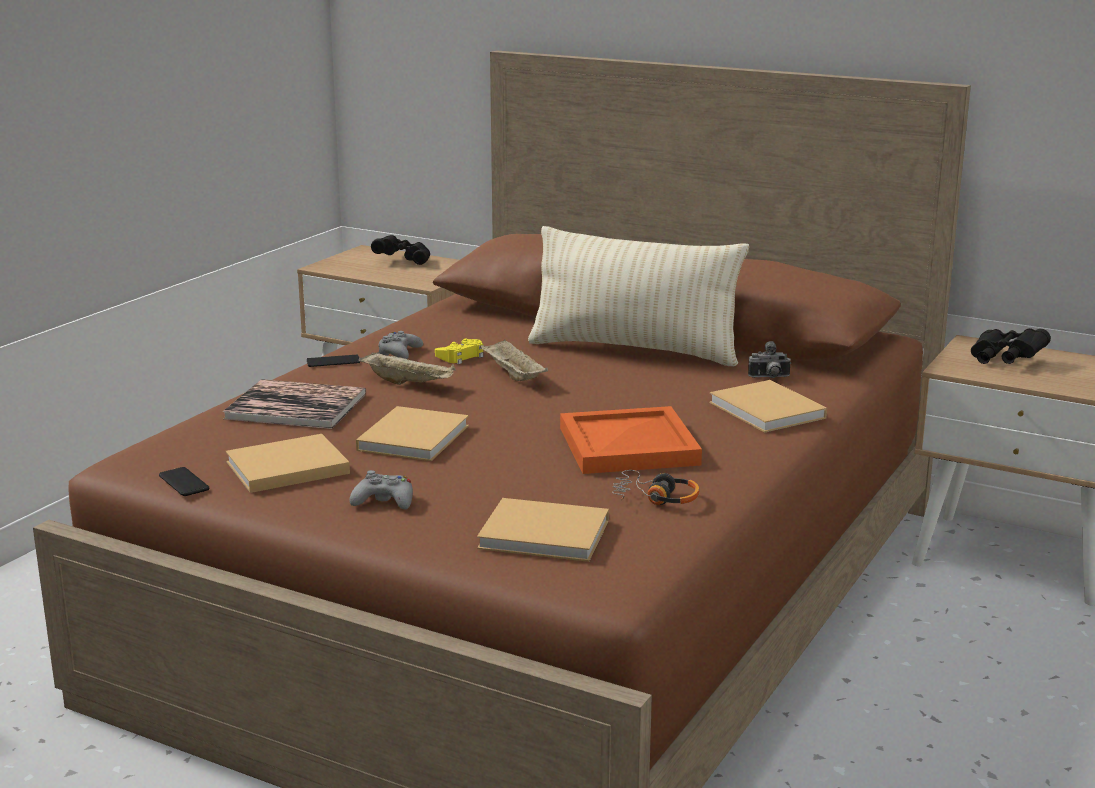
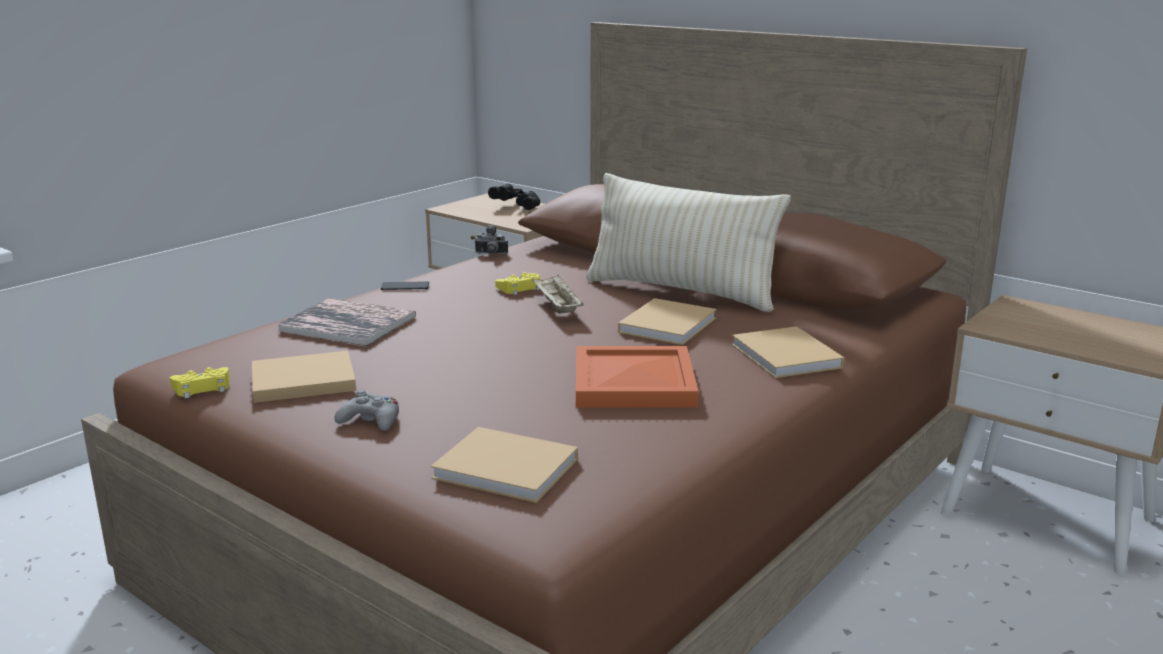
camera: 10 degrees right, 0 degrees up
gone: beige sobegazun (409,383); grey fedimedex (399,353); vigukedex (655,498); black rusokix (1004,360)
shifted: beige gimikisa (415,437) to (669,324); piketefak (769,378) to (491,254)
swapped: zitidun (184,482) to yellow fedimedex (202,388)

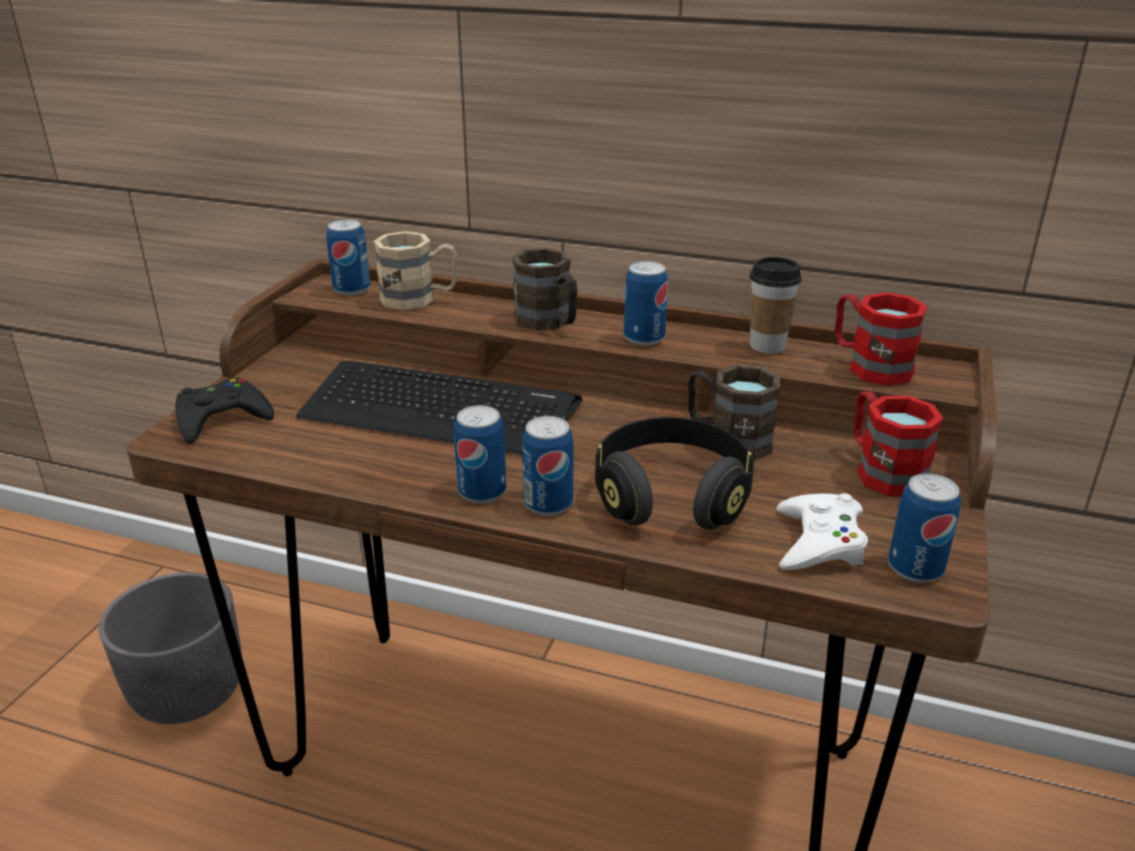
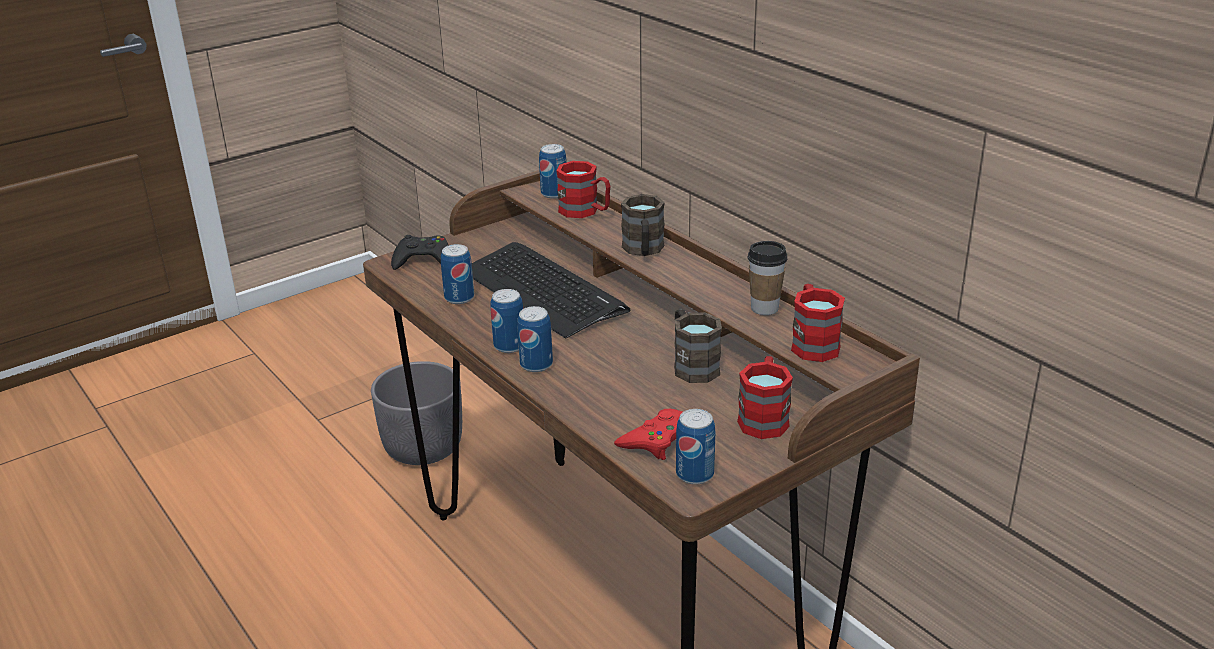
camera: 35 degrees right, 0 degrees up
gone: black vigukedex (671,497)
shifted: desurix (644,338) to (459,298)
repainted: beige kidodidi (419,299) to red kidodidi (585,211); white fedimedex (818,542) to red fedimedex (658,440)

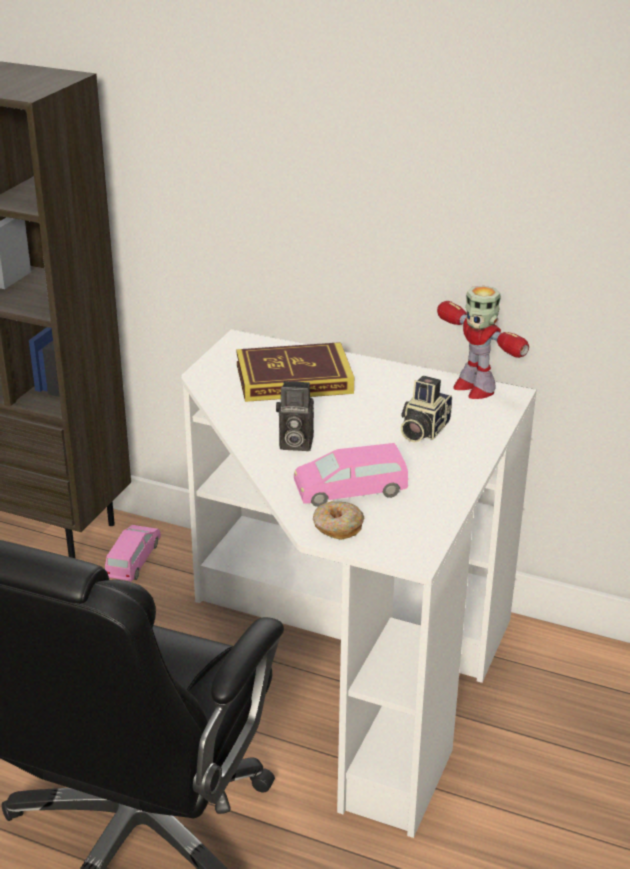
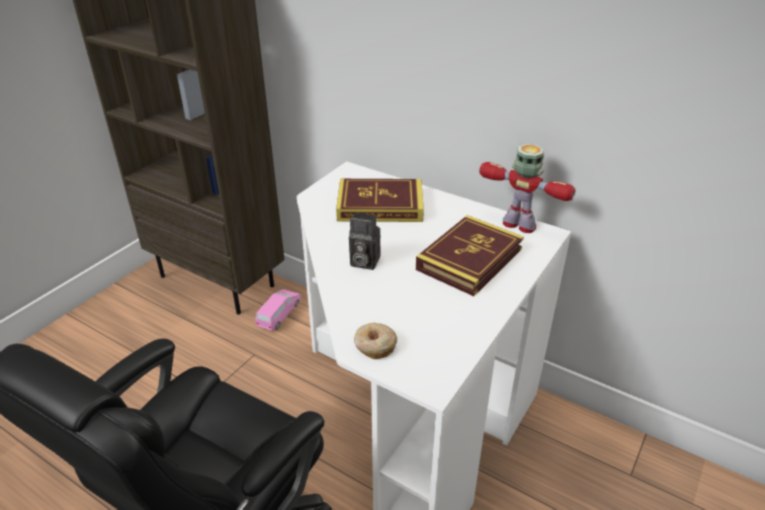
camera: 10 degrees right, 5 degrees up
gone: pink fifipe (350,491)
swapped: piketefak (422,430) to gimikisa (469,259)
rotated: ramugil (474,388) = (520,225) 150 degrees clockwise

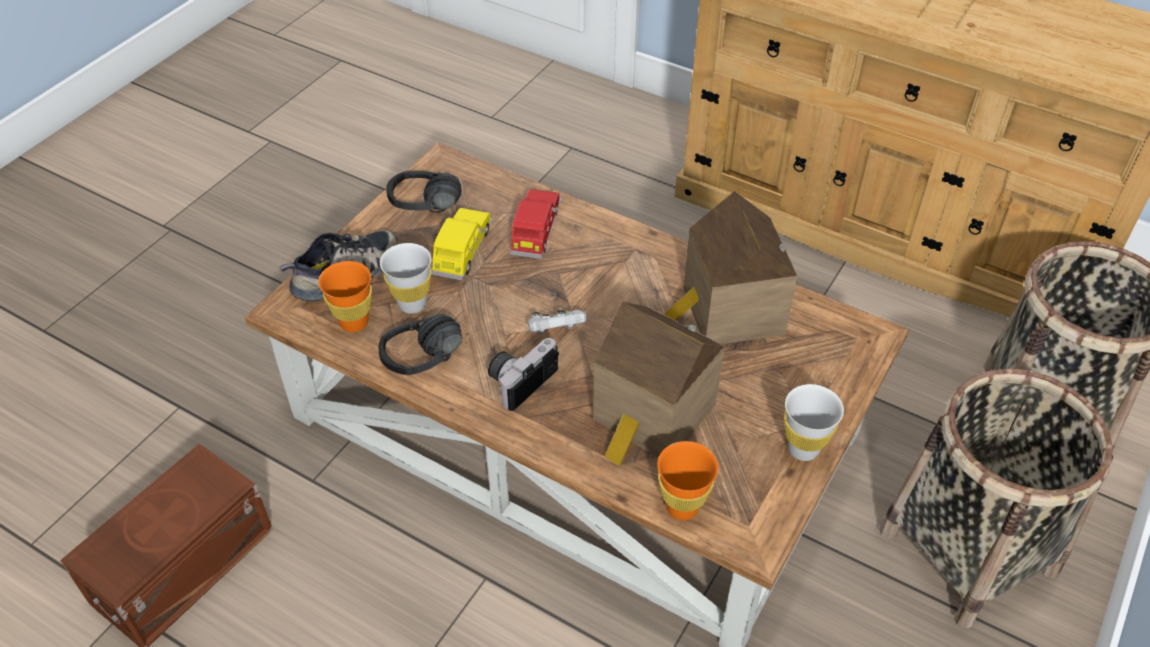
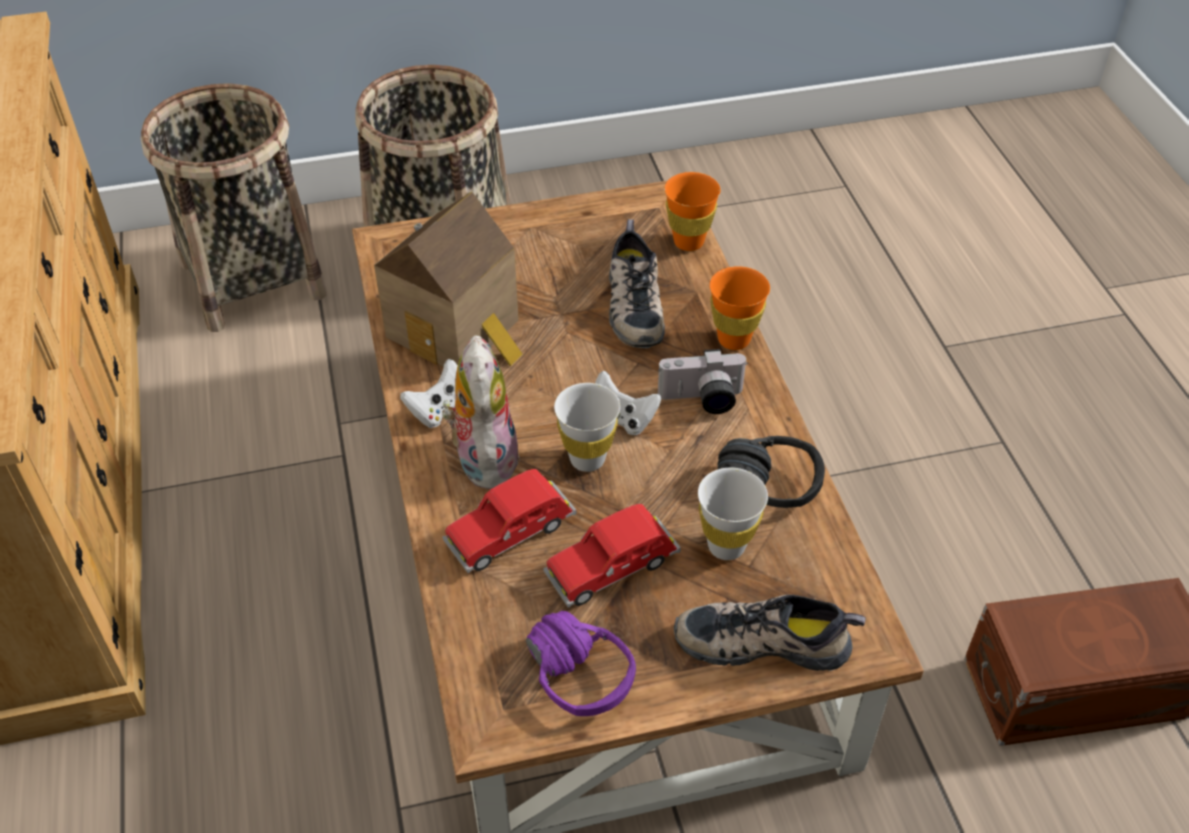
camera: 135 degrees left, 0 degrees up
new: white fedimedex (440,409); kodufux (483,458)
shifted: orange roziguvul (354,322) to (734,339); white roziguvul (803,449) to (587,459)
swapped: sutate (652,416) to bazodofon (632,303)
repainted: black vigukedex (424,210) to purple vigukedex (593,664); yellow fifipe (462,253) to red fifipe (612,568)

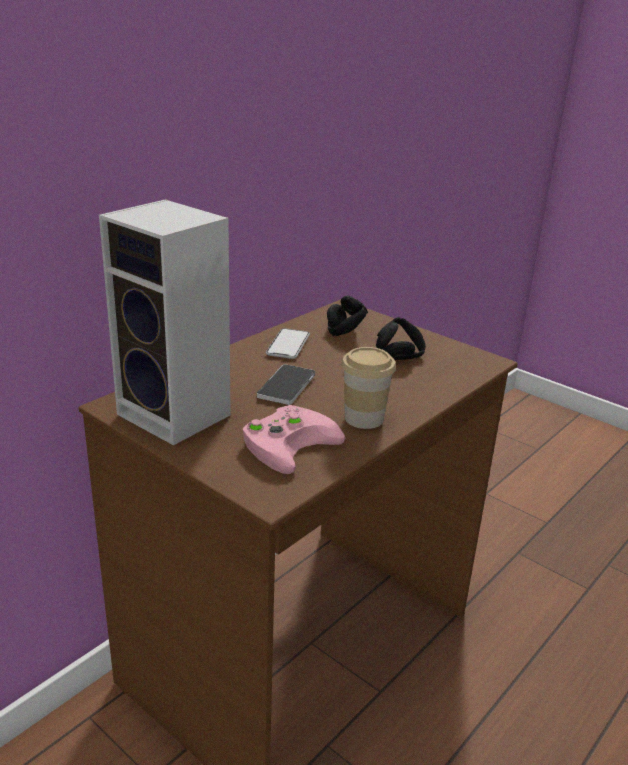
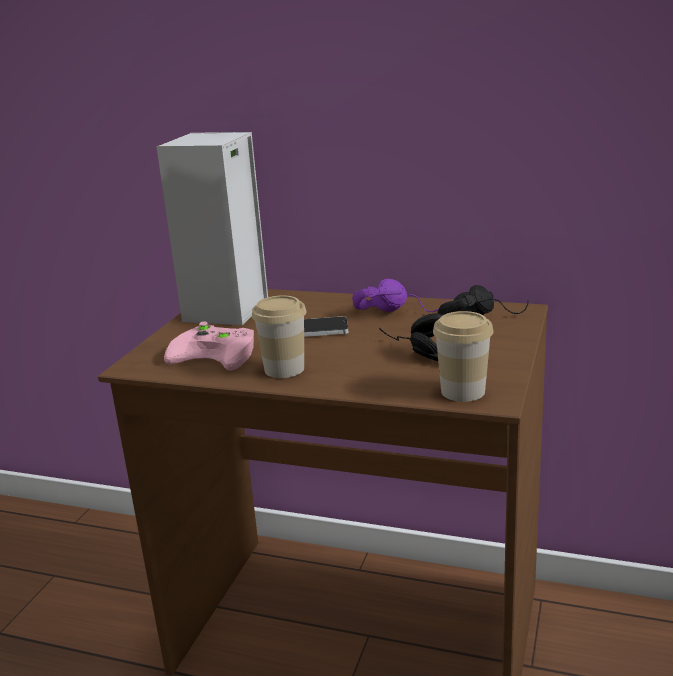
camera: 70 degrees right, 5 degrees down
new: roziguvul (463,391)
swapped: zitidun (288,345) to purple vigukedex (397,311)

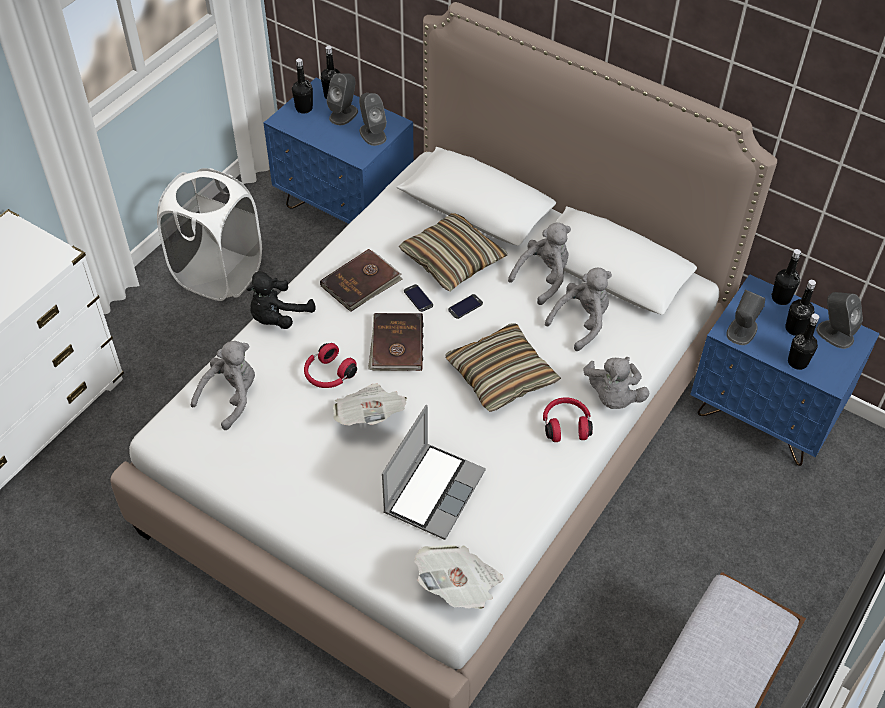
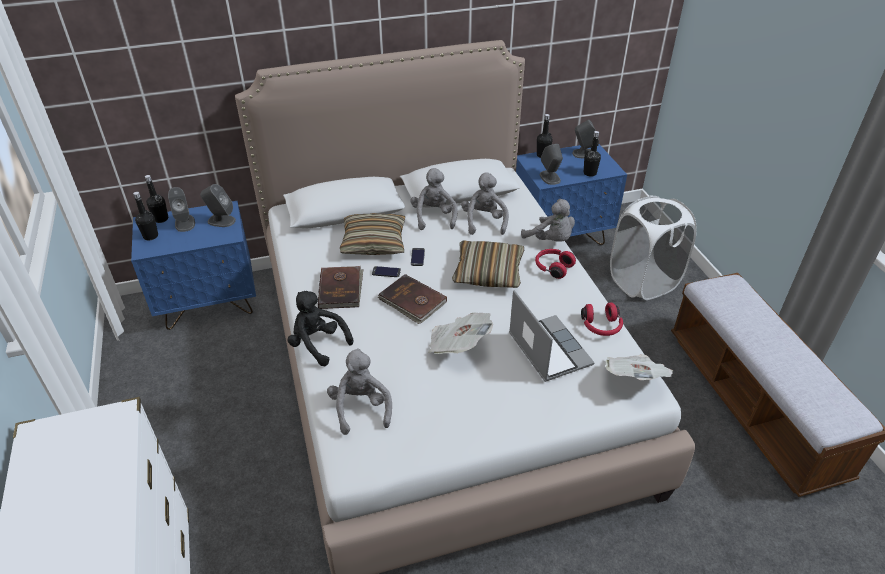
camera: 50 degrees left, 10 degrees down
gone: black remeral (795,328)
shifted: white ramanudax (218,274) to (643,282); red vigukedex (328,375) to (601,327)
rotated: black kodufux (278,317) = (318,344) 135 degrees clockwise

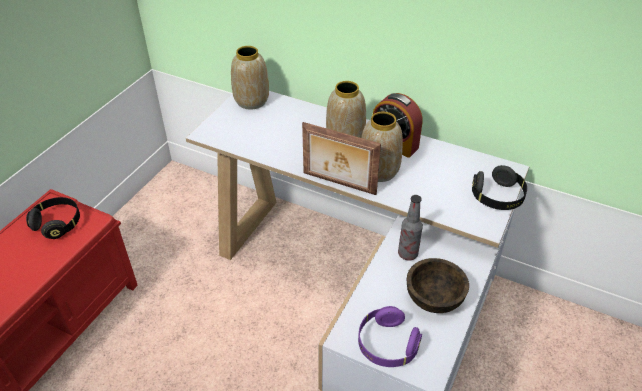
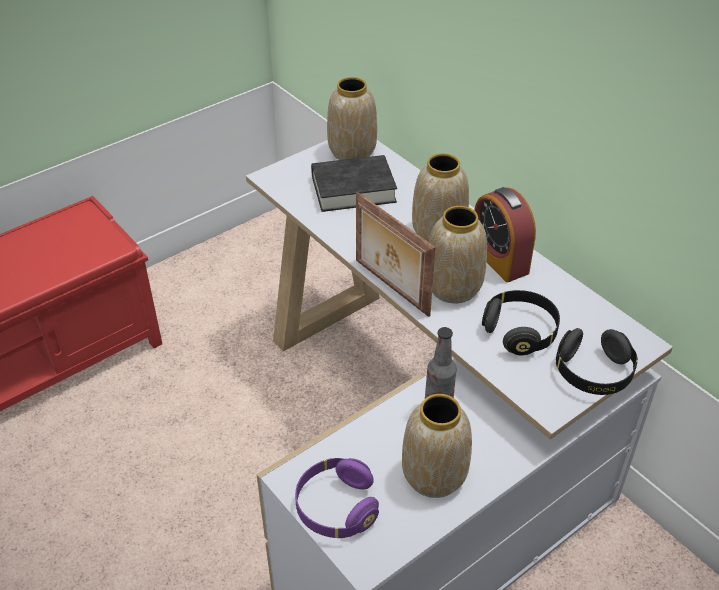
camera: 25 degrees right, 0 degrees up
new: black gimikisa (353,189)
shifted: black vigukedex (58,224) to (520,332)
swapped: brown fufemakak (433,299) to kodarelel (433,475)

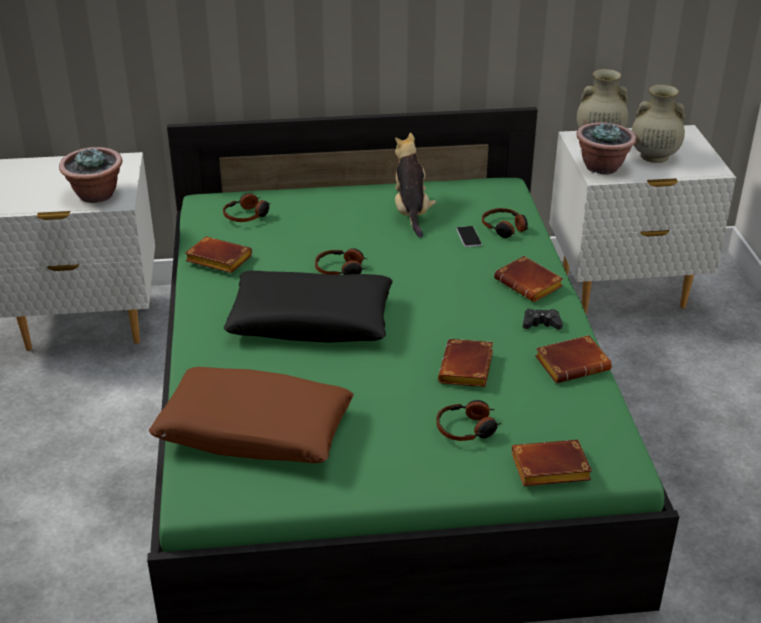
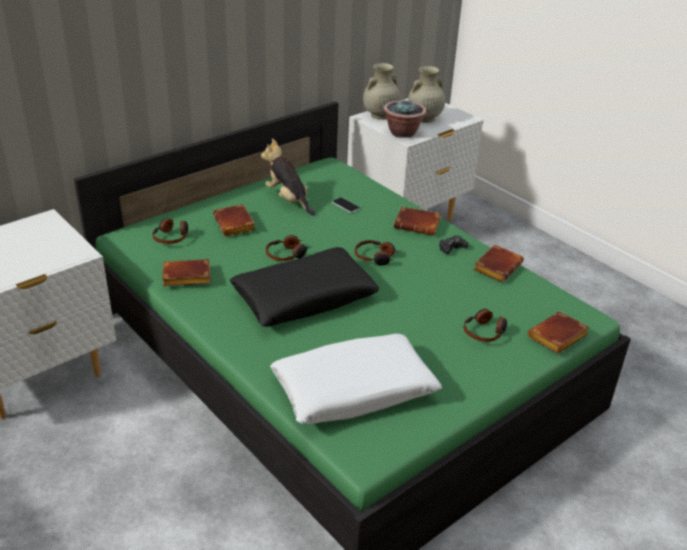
camera: 35 degrees left, 0 degrees up
gone: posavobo (96,195)
shifted: brown gimikisa (468,370) to (236,224); vigukedex (504,228) to (375,257)
repainted: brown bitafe (254,431) to white bitafe (354,391)

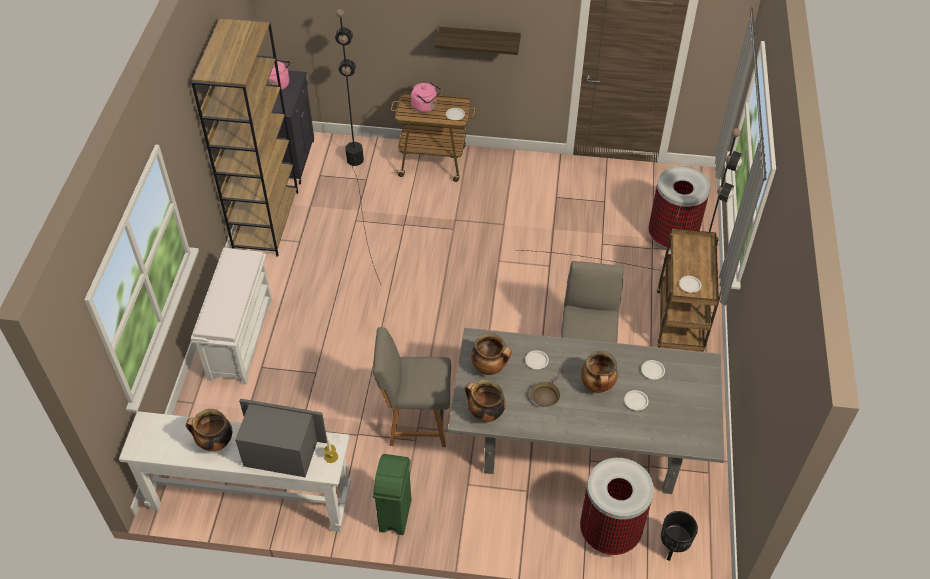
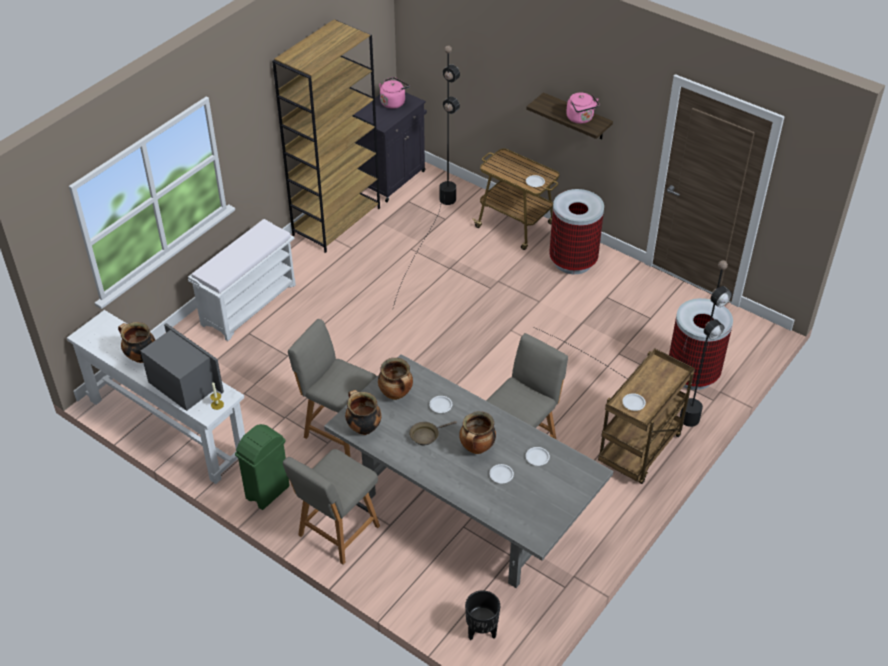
camera: 30 degrees right, 5 degrees down
new: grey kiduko (337,532)
shifted: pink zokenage (426,107) to (581,119); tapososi (610,531) to (573,261)

